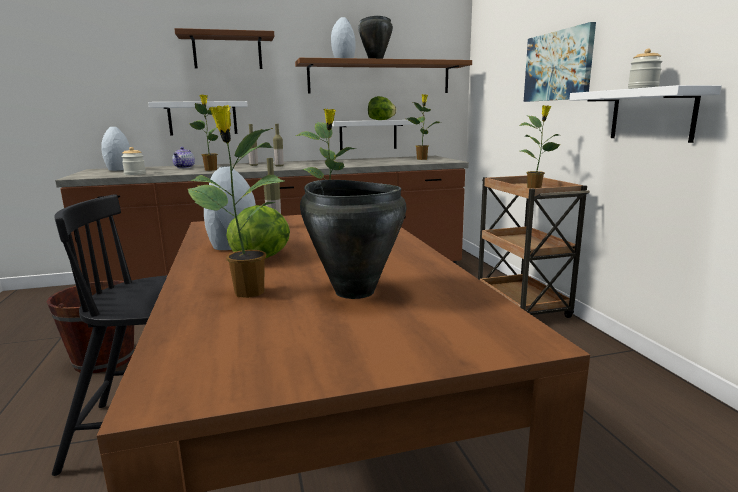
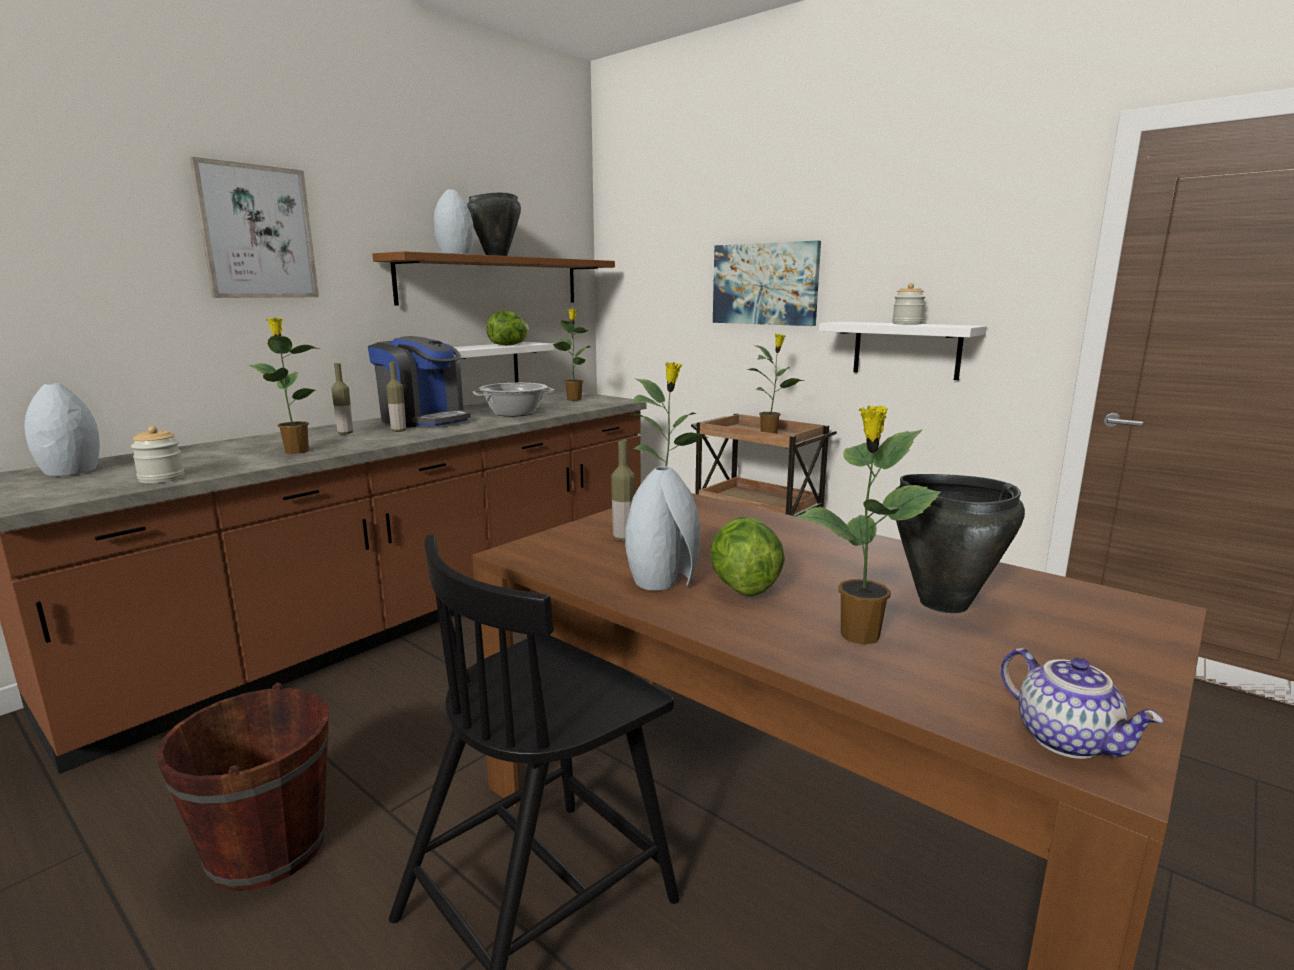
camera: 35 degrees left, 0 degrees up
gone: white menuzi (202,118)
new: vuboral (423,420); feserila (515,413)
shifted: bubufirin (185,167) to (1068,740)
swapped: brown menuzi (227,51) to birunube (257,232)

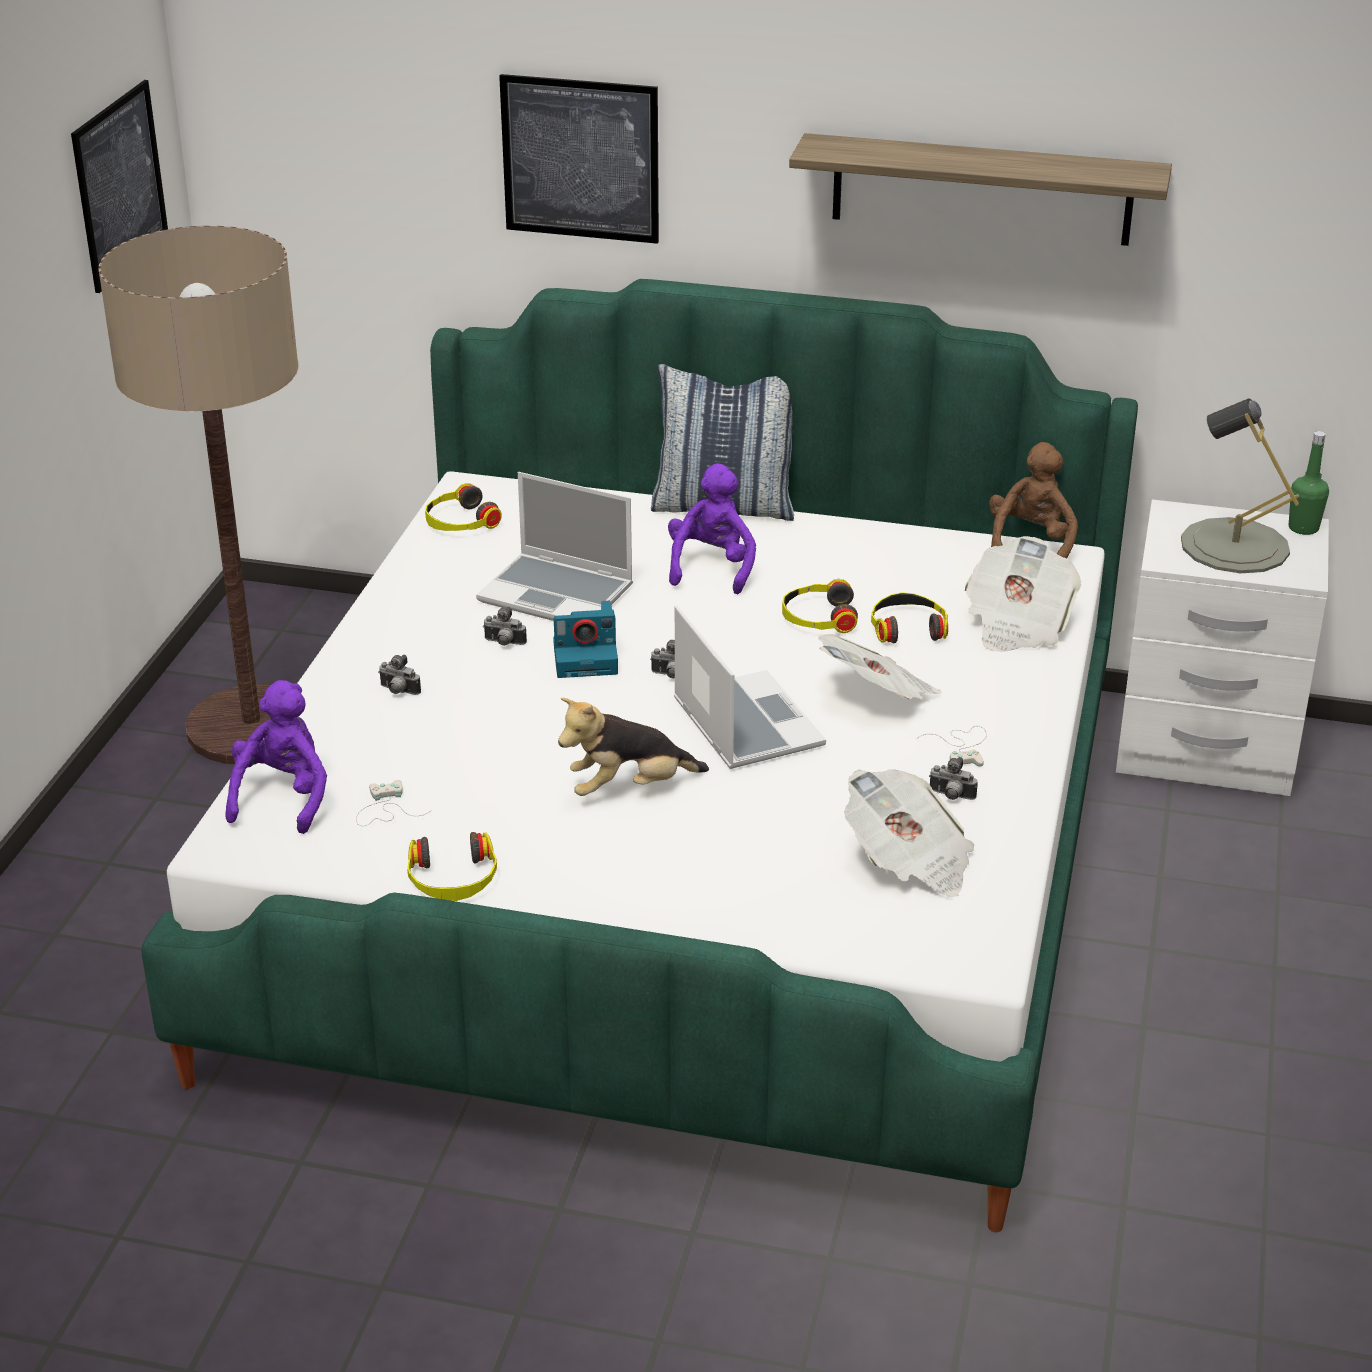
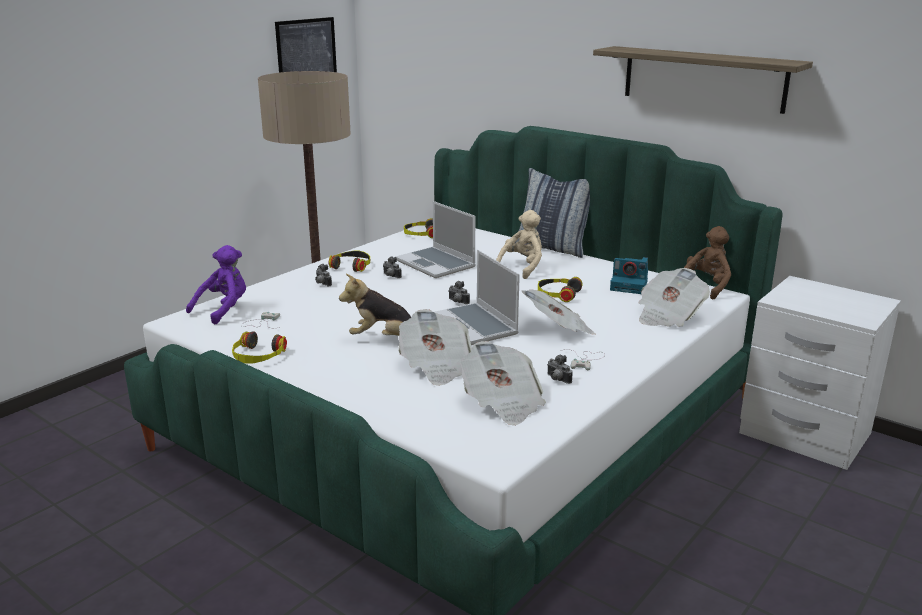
camera: 25 degrees right, 10 degrees down
gone: birunube (580,159); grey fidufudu (1234,546); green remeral (1303,528)
new: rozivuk (436,366)
shifted: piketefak (587,658) to (630,286); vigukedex (907,627) to (351,266)
repainted: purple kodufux (712,567) to beige kodufux (522,267)
rotated: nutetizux (744,723) = (474,326) 150 degrees clockwise

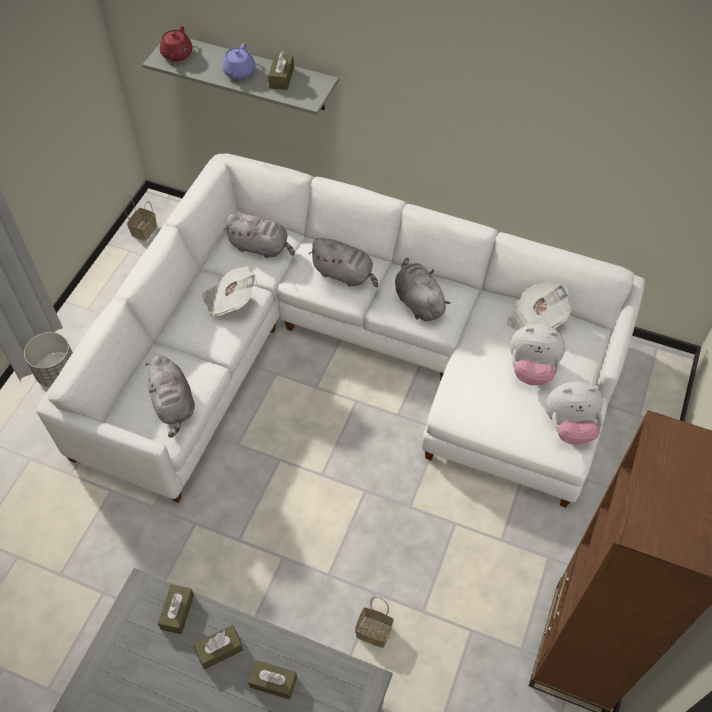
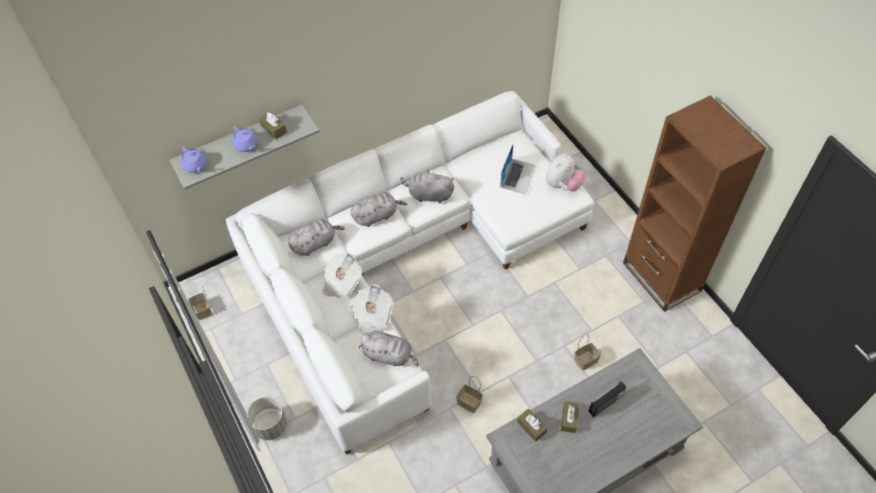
camera: 50 degrees left, 0 degrees up
new: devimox (470,402)
shifted: rozivuk (535,319) to (372,316)
swapped: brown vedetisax (273,682) to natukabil (606,404); kodufux (532,369) to nutetizux (518,176)
repainted: red bubufirin (176,55) to purple bubufirin (195,166)

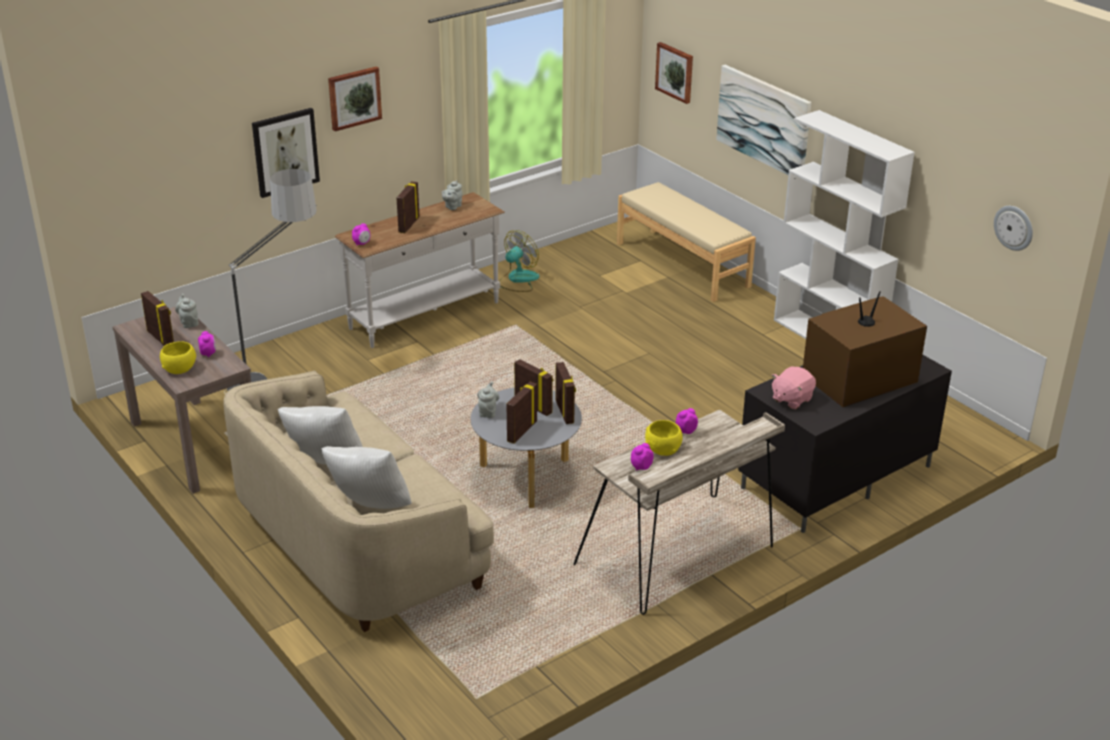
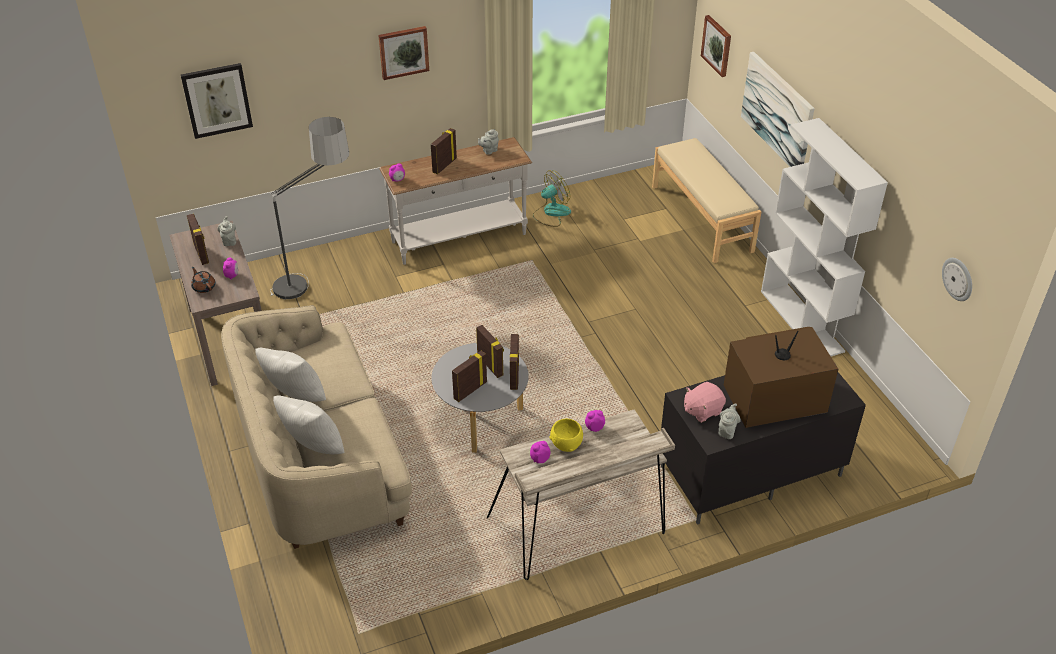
camera: 15 degrees right, 10 degrees up
shifted: birunube (285,152) to (217,100); grey bubufirin (488,411) to (727,430)
swapped: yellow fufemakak (179,368) to brown bubufirin (204,287)

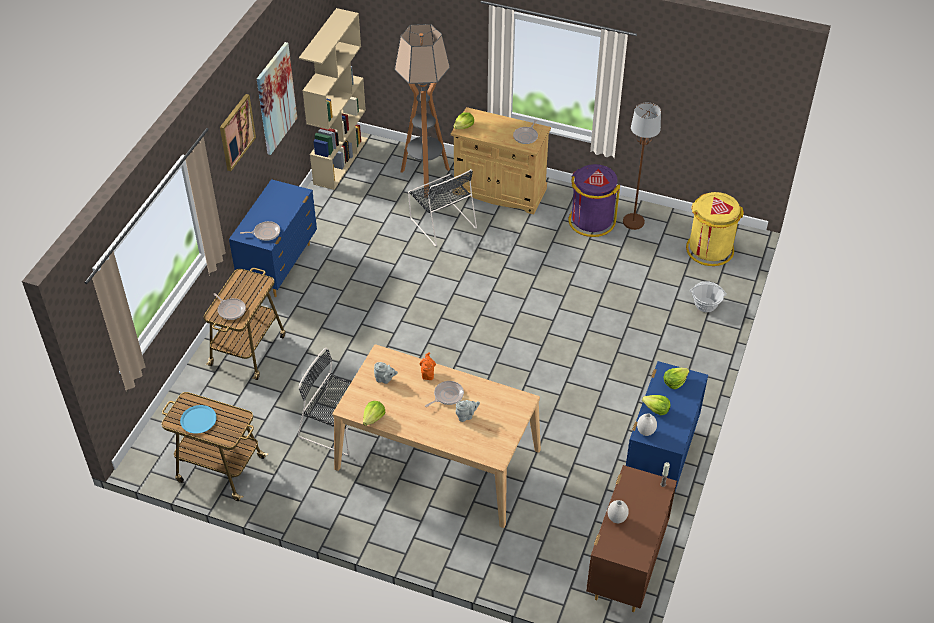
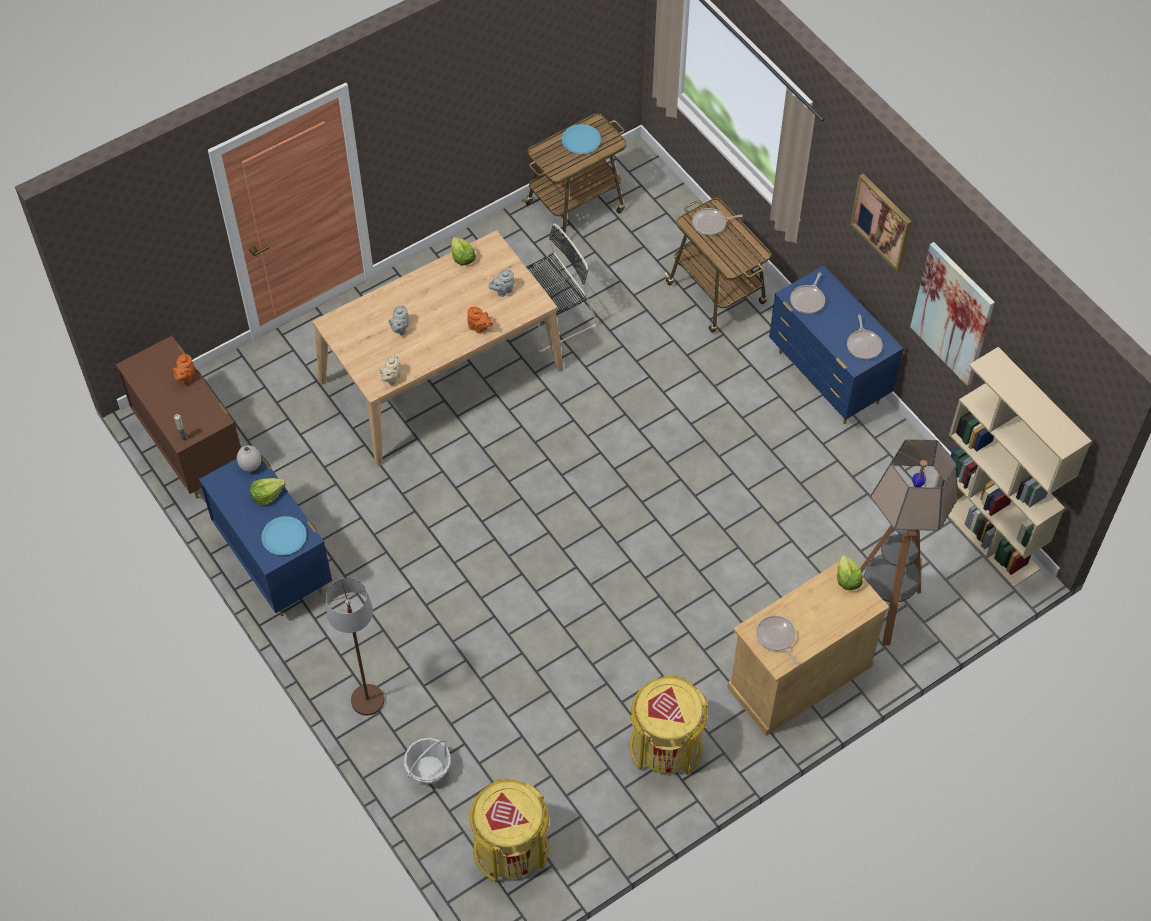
camera: 125 degrees right, 10 degrees up
gone: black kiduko (442,222)
new: beige bubufirin (391,378)
shifted: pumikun (447,395) to (863,345); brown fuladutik (633,222) to (367,700)
swapped: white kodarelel (616,519) to orange bubufirin (185,377); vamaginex (674,382) to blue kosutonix (284,536)
repainted: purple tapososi (591,221) to yellow tapososi (666,745)

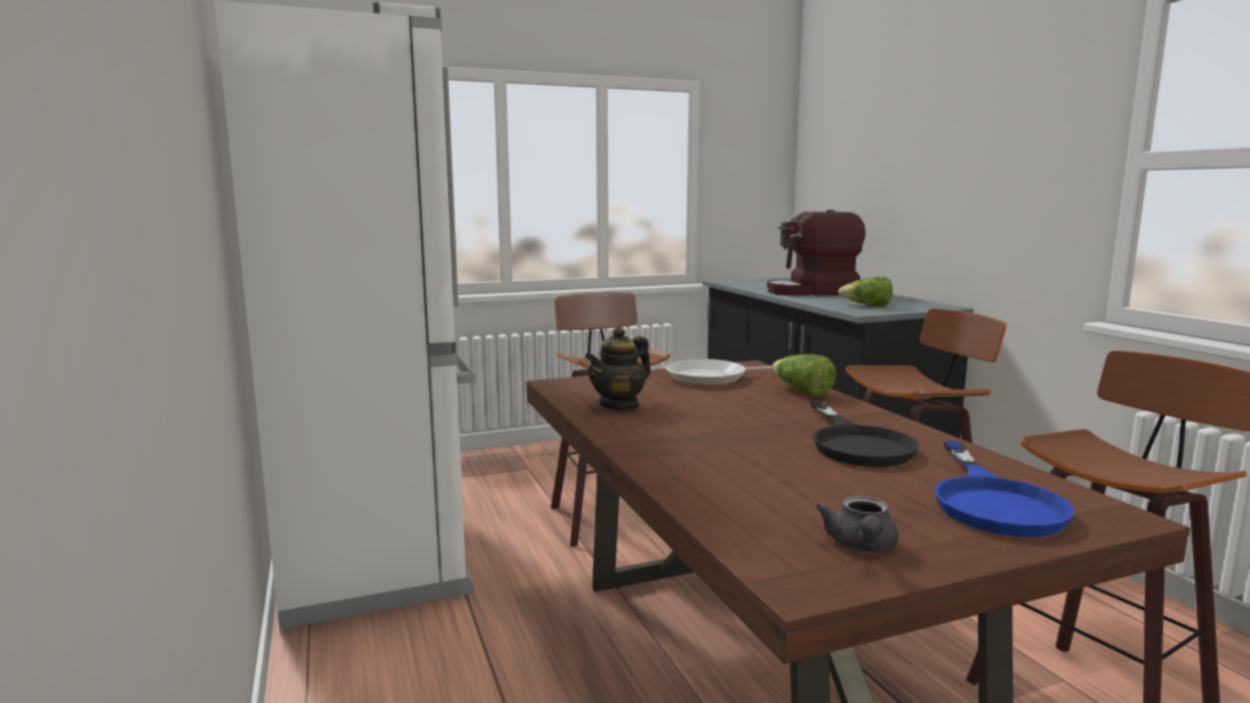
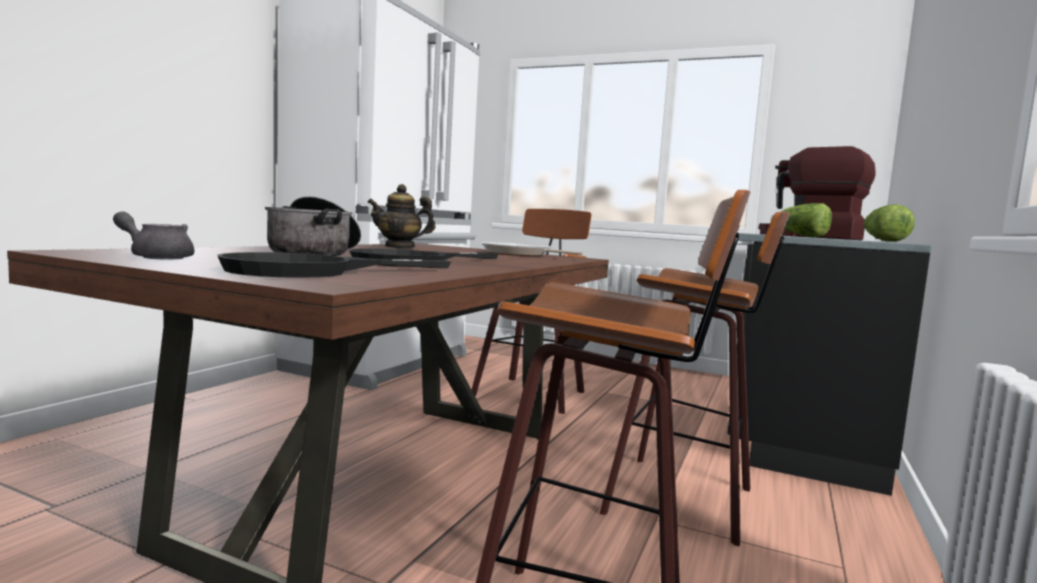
camera: 45 degrees right, 5 degrees down
new: feserila (315,252)
shifted: vamaginex (801,392) to (882,241)
repainted: blue pumikun (992,501) to black pumikun (312,271)
rotated: grey bubufirin (861,546) = (157,257) 45 degrees clockwise

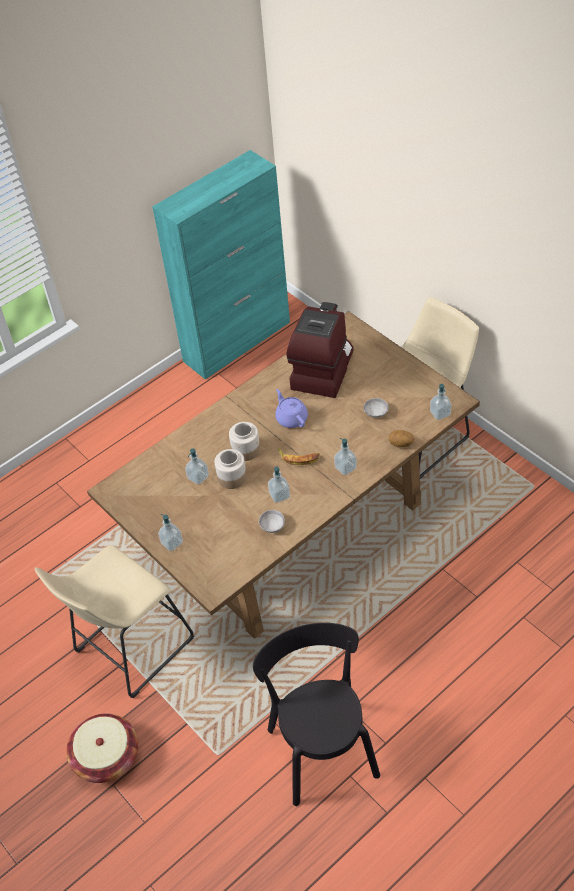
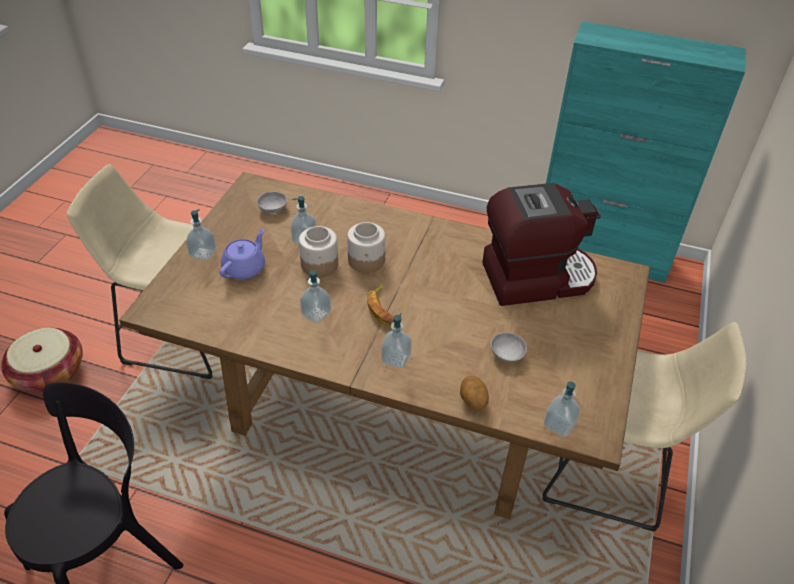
camera: 55 degrees right, 5 degrees down
shifted: grey fufemakak (272,526) to (273,209); purple bubufirin (291,418) to (245,268)

